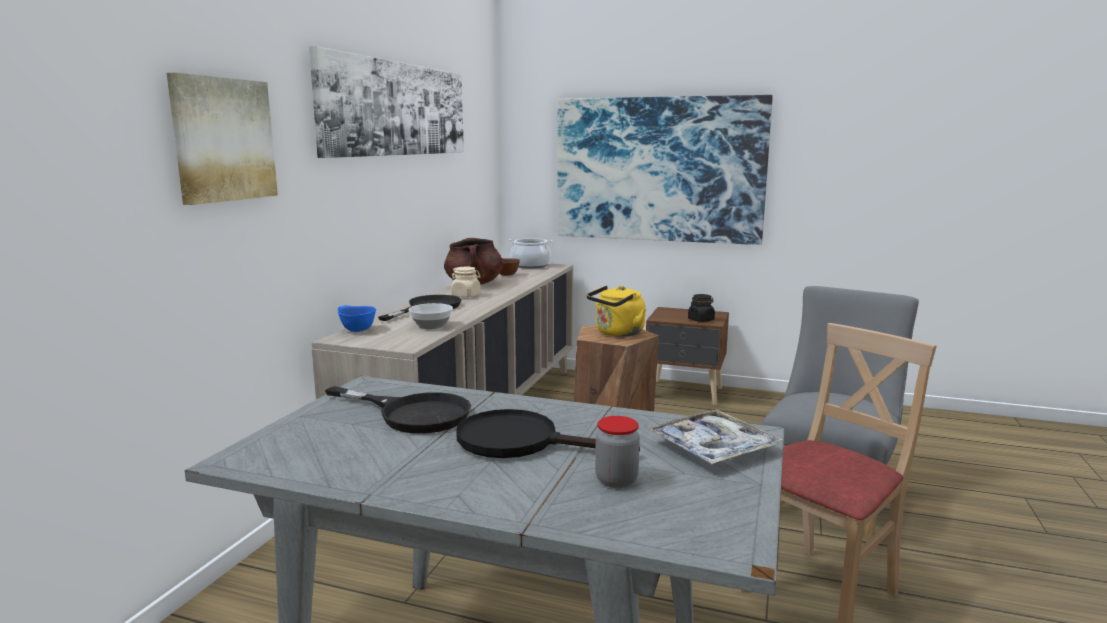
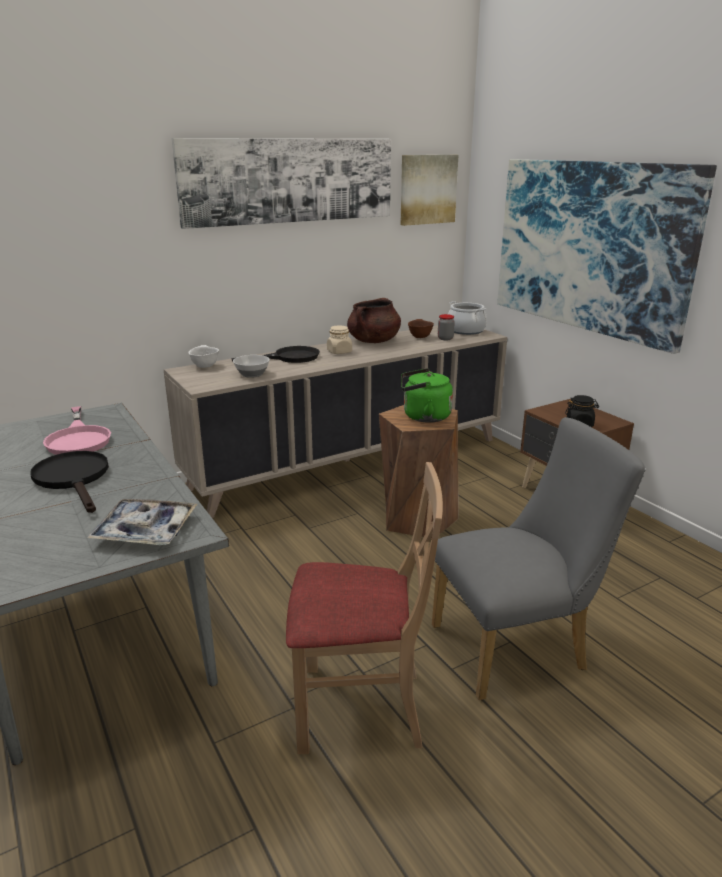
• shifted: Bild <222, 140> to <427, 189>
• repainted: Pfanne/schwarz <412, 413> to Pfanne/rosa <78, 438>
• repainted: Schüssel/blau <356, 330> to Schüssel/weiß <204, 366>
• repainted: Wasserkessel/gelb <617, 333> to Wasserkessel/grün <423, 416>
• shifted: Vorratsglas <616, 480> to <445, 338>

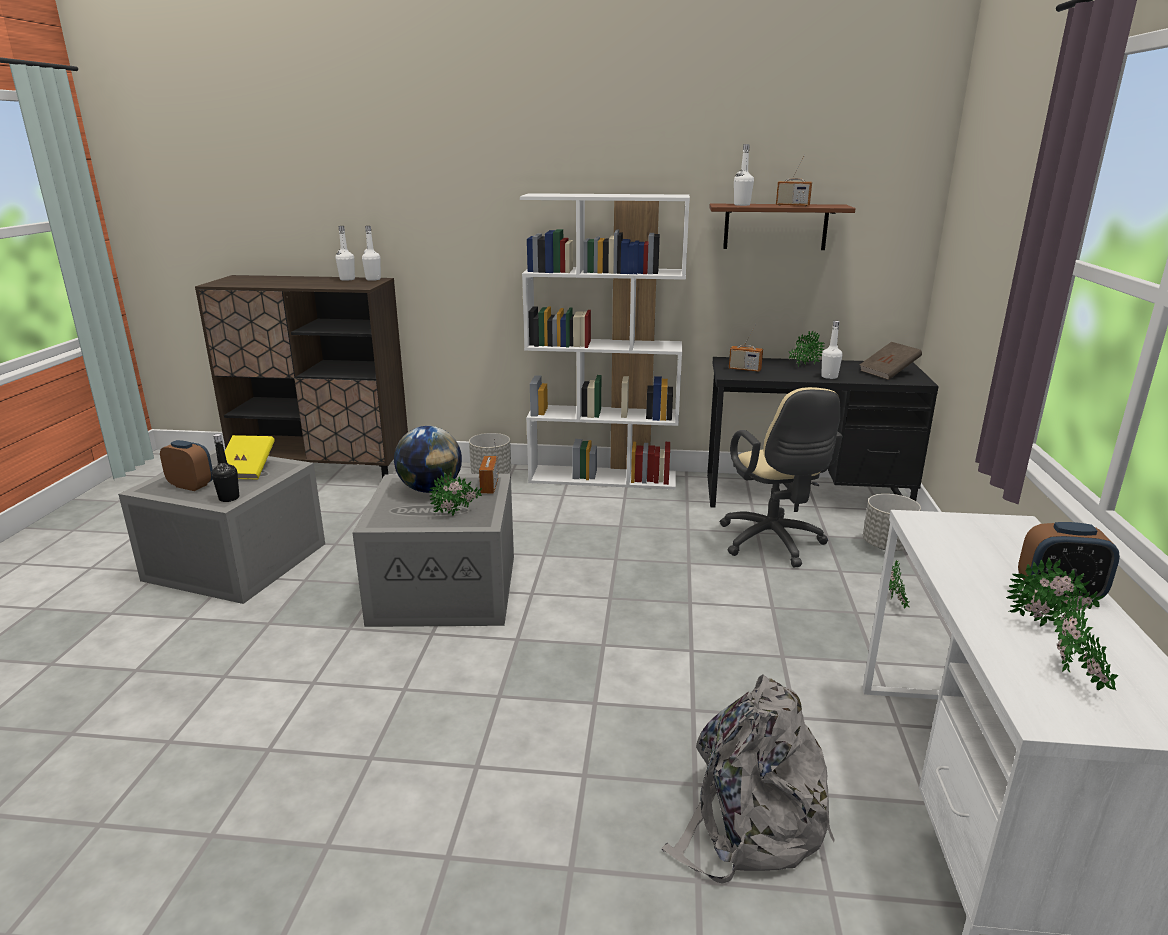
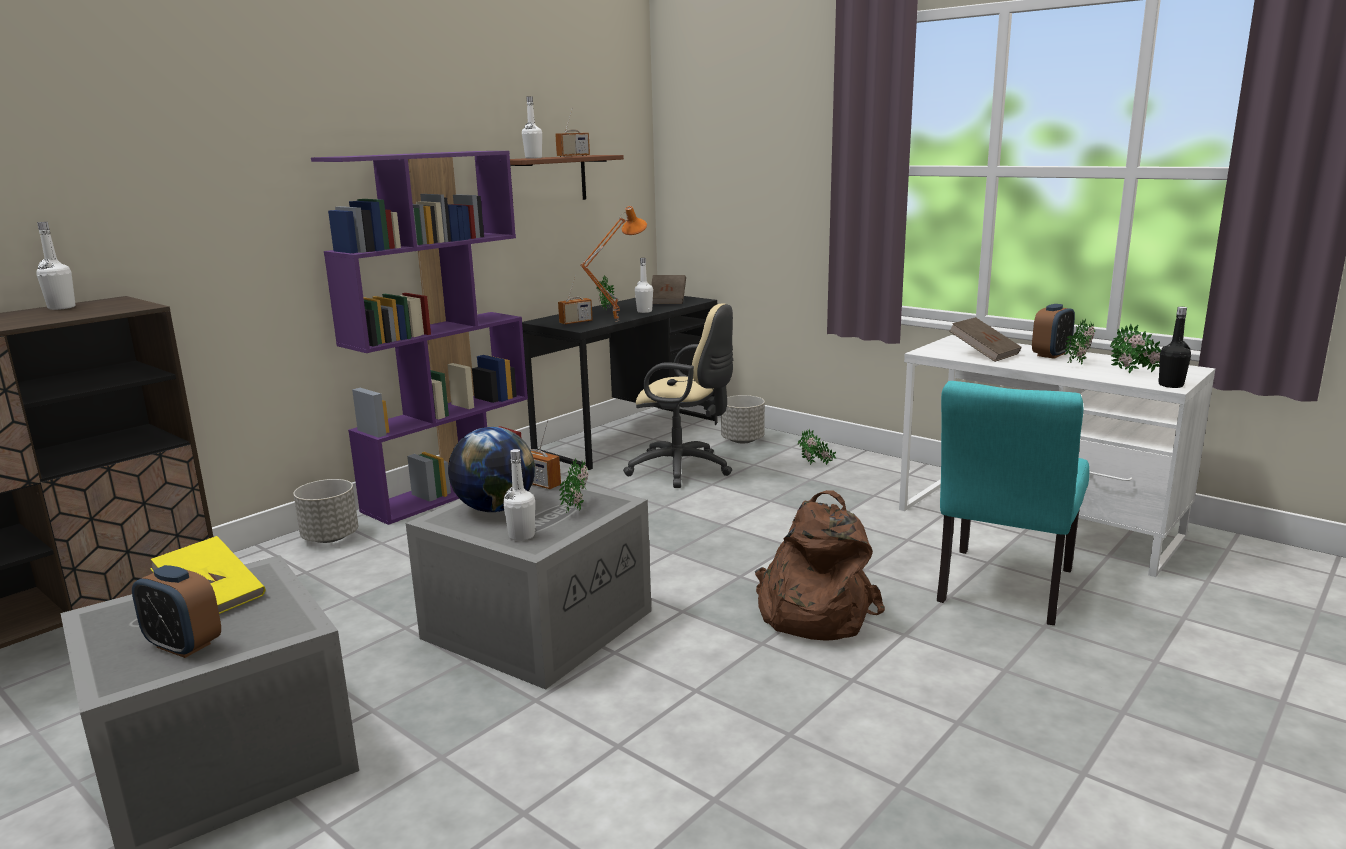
• rotated: Wecker <191, 486> = <183, 645> 120 degrees counterclockwise
• shifted: Flasche/schwarz <229, 498> to <1171, 385>
• shifted: Flasche/weiß <373, 279> to <521, 536>
• repainted: Bücherregal/weiß <603, 477> to Bücherregal/lila <451, 490>
• swapped: Rucksack/grau <749, 822> to Stuhl/türkis <1001, 591>
• new: Tischlampe/orange <615, 321>
• new: Rucksack/braun <812, 613>
• new: Buch/braun <984, 354>

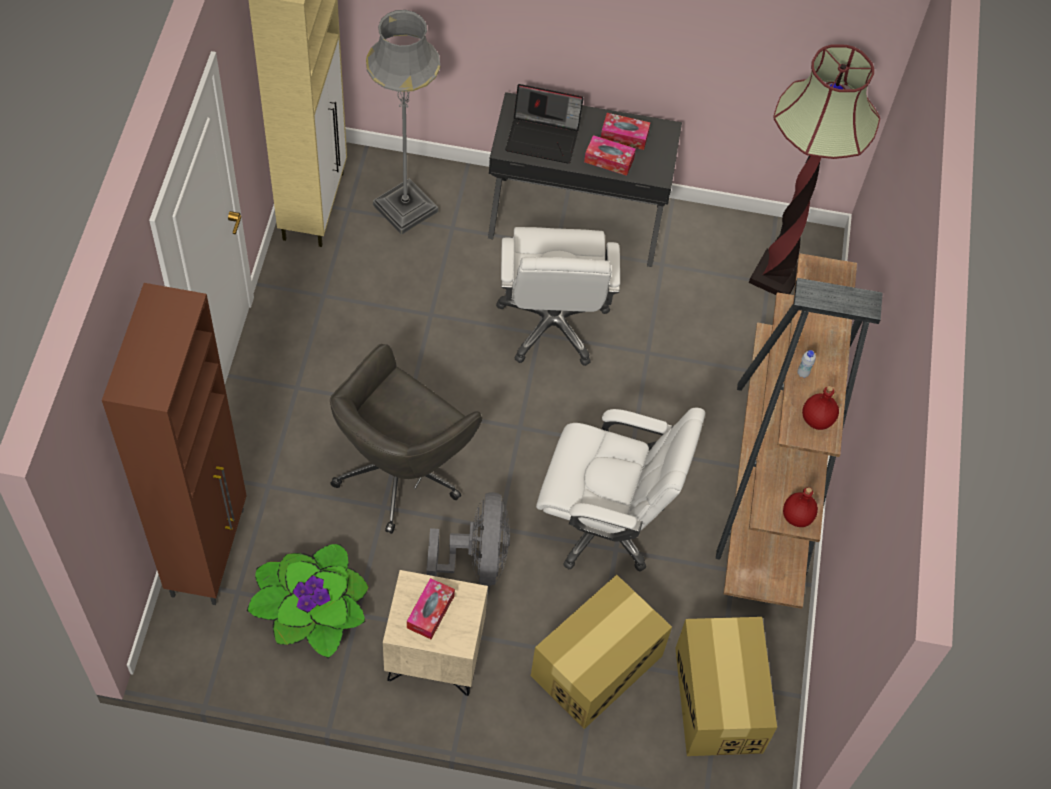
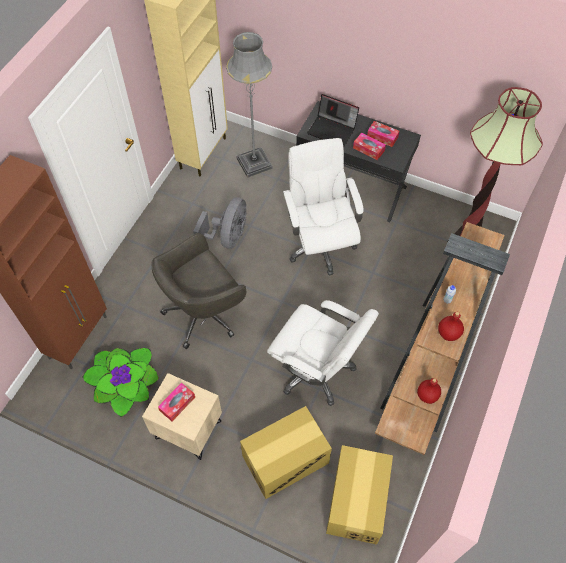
• shifted: Ventilator/grau <476, 561> to <228, 237>
• rotated: Bürostuhl/weiß <553, 324> = <320, 244> 150 degrees clockwise

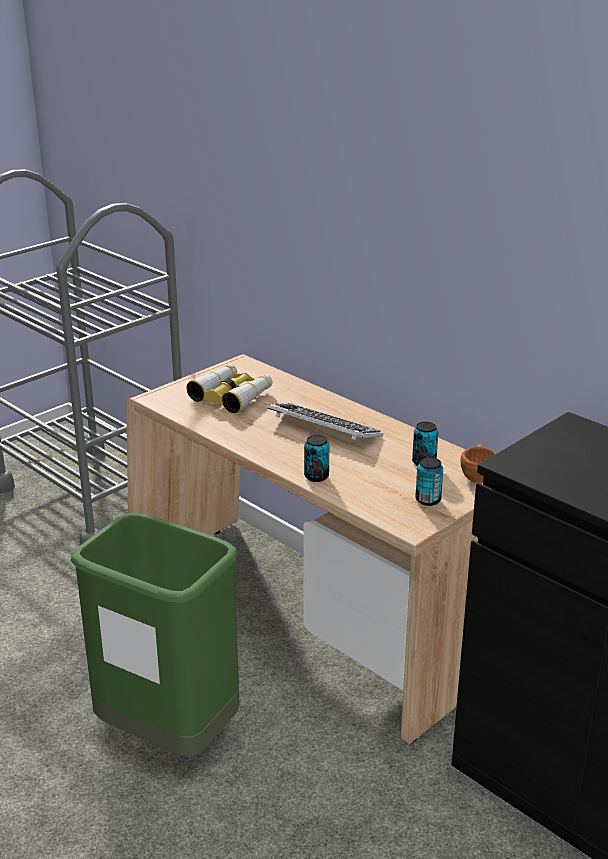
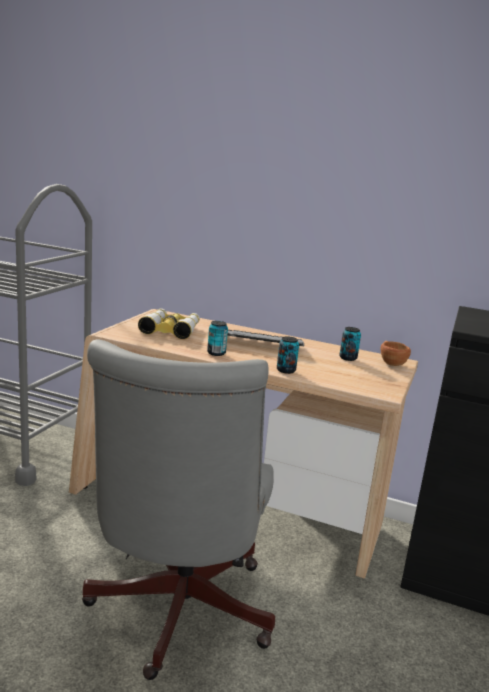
• swapped: Mülleimer/grün <168, 735> to Bürostuhl/grau <176, 614>
• shifted: Dose <428, 500> to <216, 353>

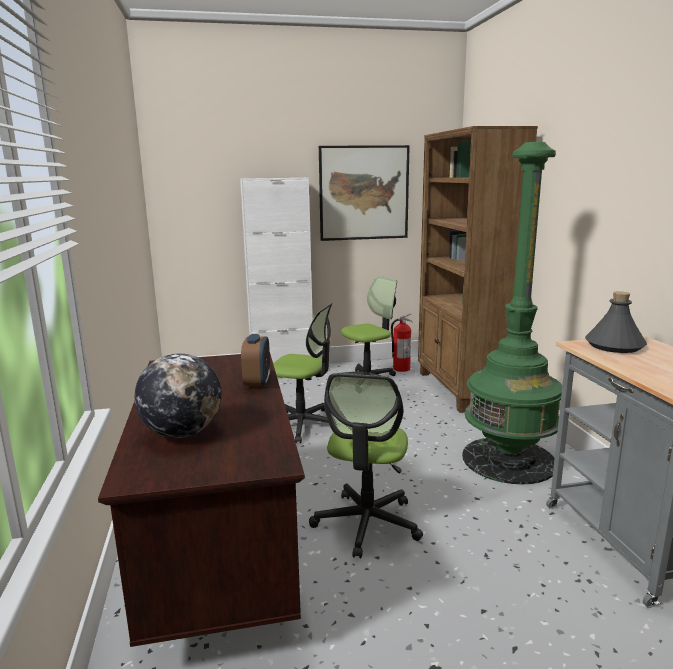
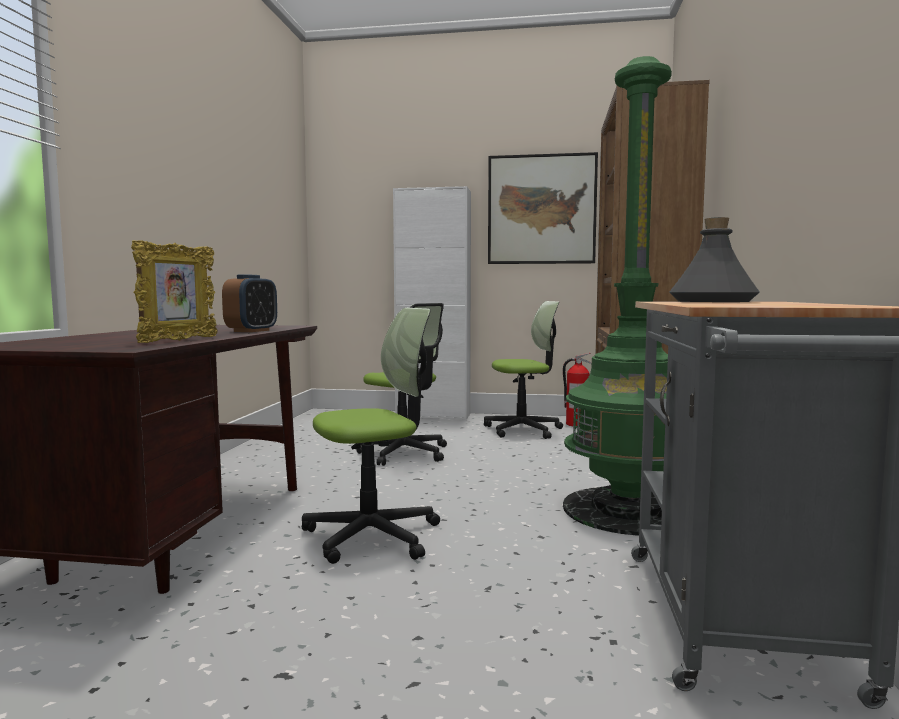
• gone: Globus <182, 433>
• rotated: Bürostuhl <367, 523> = <373, 535> 150 degrees counterclockwise
• new: Bilderrahmen <178, 340>

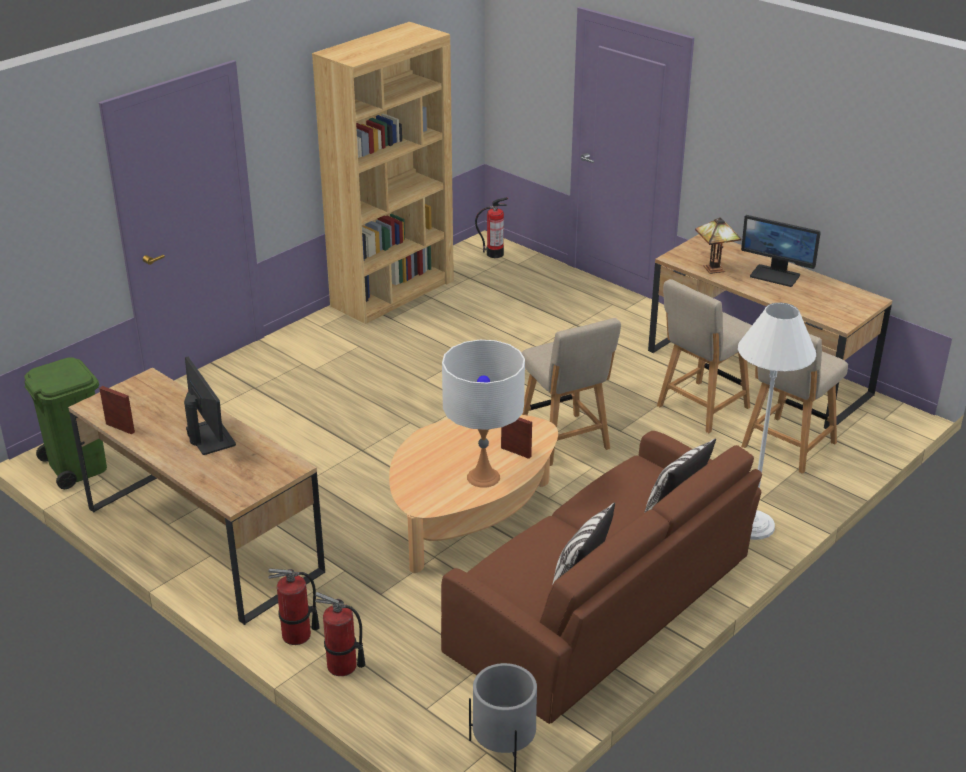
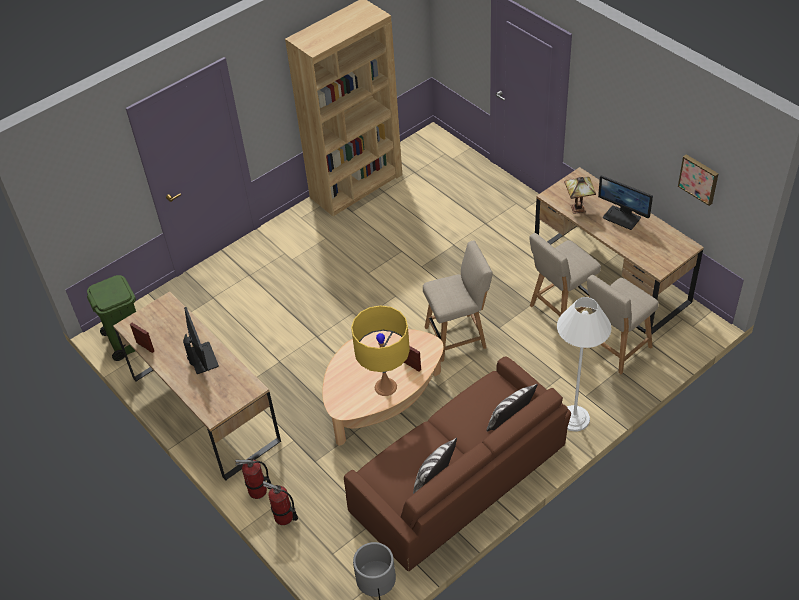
• repainted: Tischlampe/weiß <483, 477> to Tischlampe/gelb <385, 387>
• gone: Feuerlöscher <494, 254>
• rotated: Stuhl/beige <565, 442> = <458, 336> 90 degrees counterclockwise
• new: Bild <699, 179>

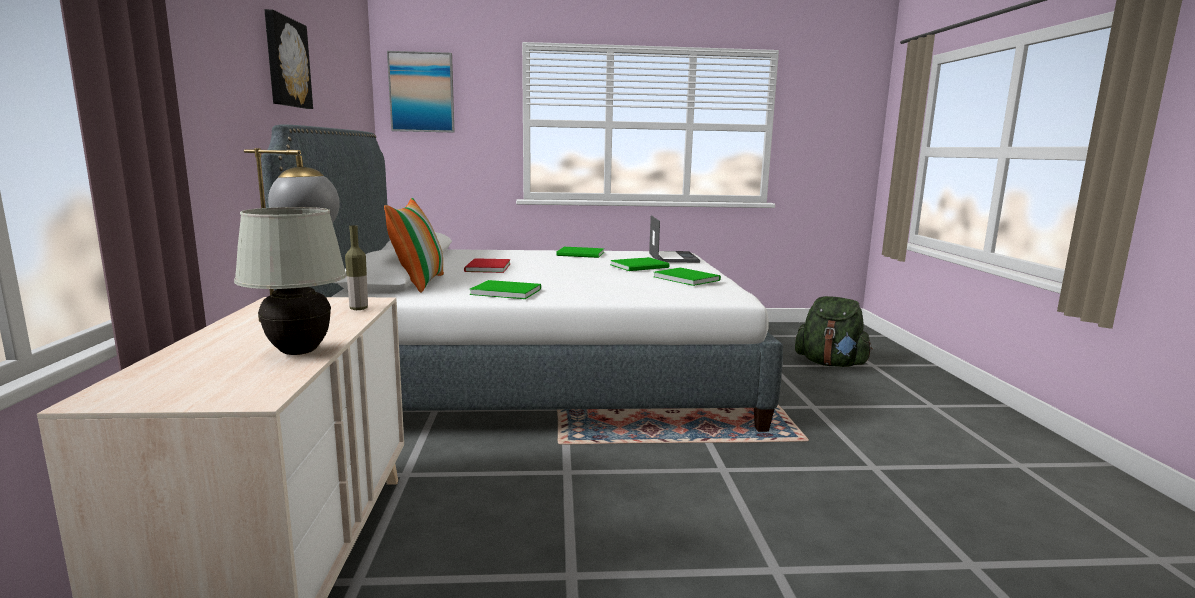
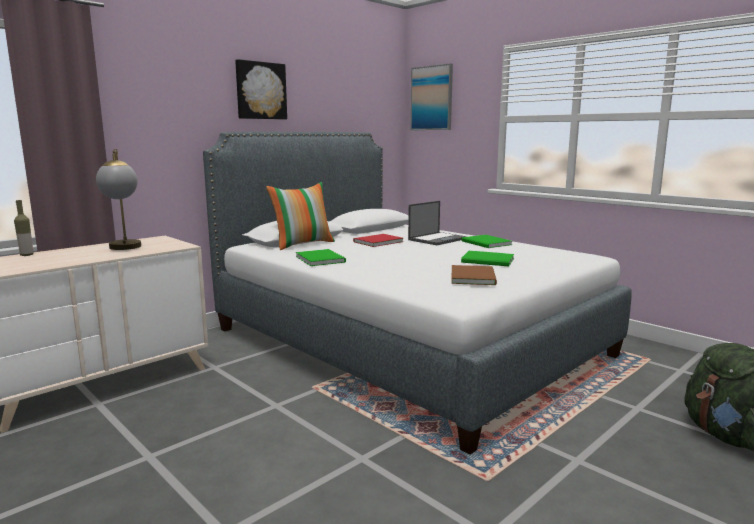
• gone: Tischlampe/weiß <299, 352>
• shifted: Flasche <359, 308> to <26, 255>
• shifted: Laptop <673, 257> to <438, 239>
• repainted: Buch/grün <686, 278> to Buch/braun <474, 277>

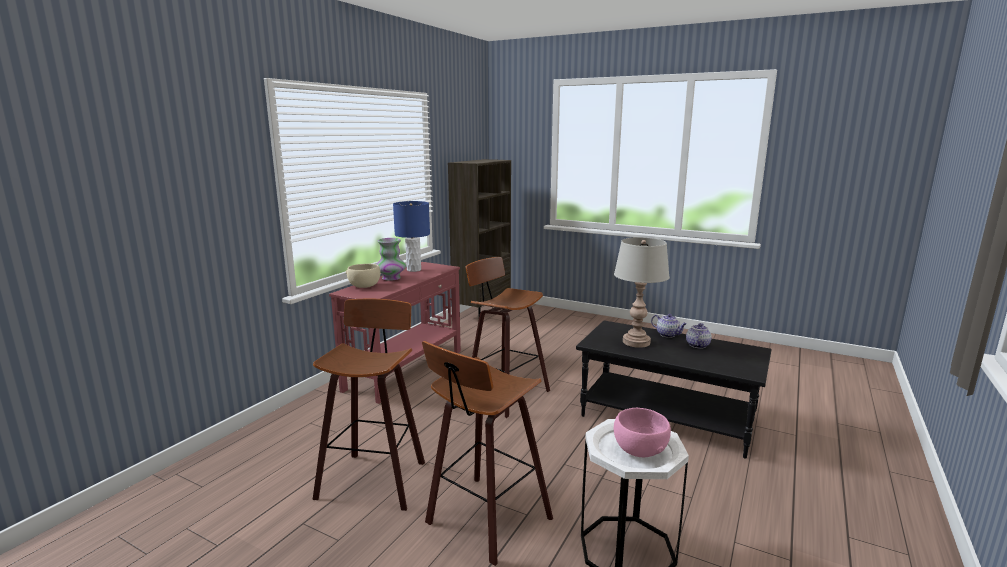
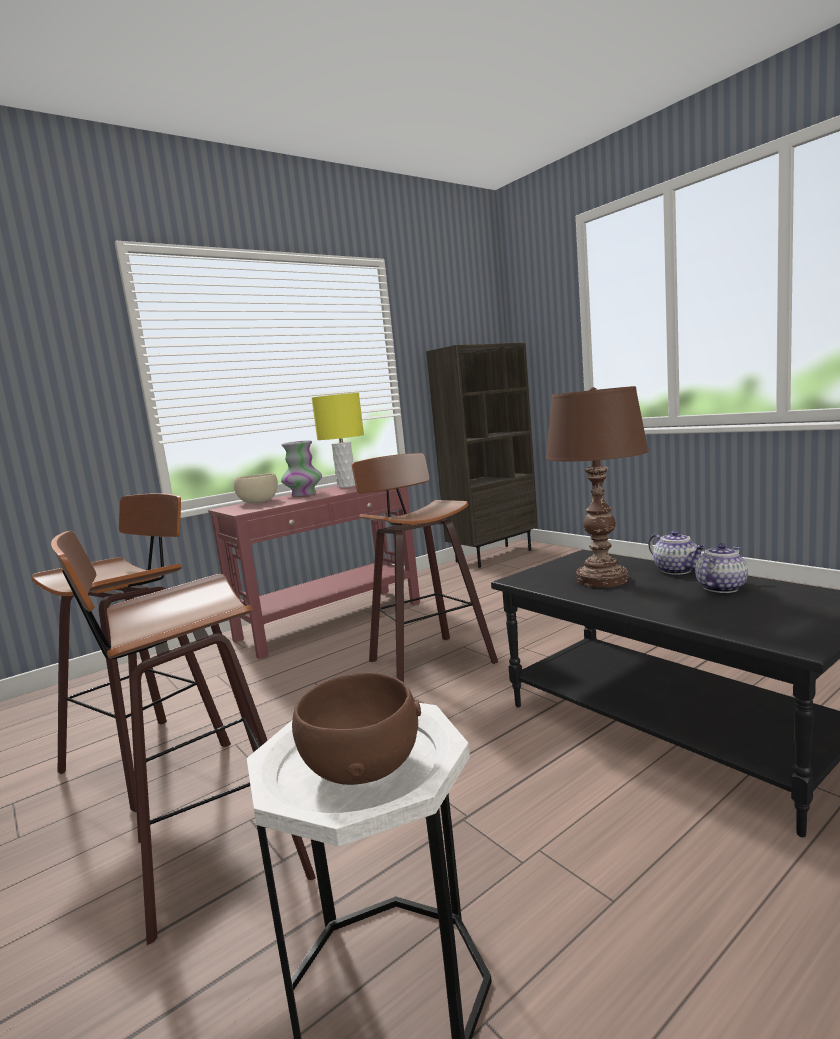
• repainted: Tischlampe/blau <413, 270> to Tischlampe/gelb <346, 486>
• repainted: Tischlampe/grau <636, 342> to Tischlampe/braun <602, 580>
• repainted: Schüssel/rosa <639, 450> to Schüssel/braun <362, 768>

